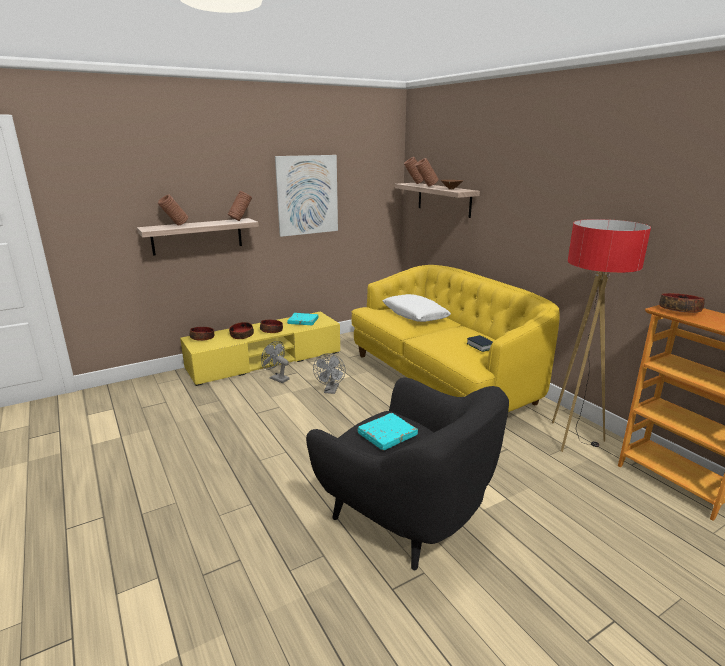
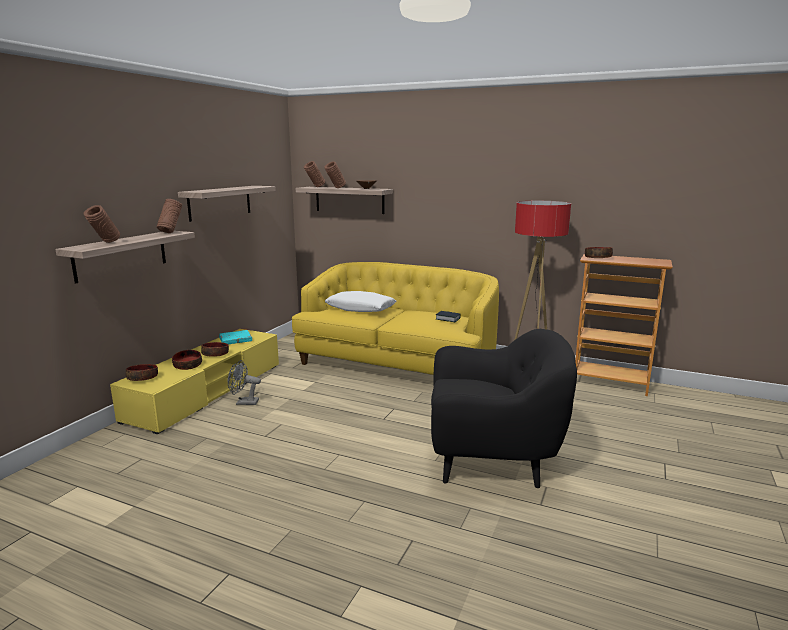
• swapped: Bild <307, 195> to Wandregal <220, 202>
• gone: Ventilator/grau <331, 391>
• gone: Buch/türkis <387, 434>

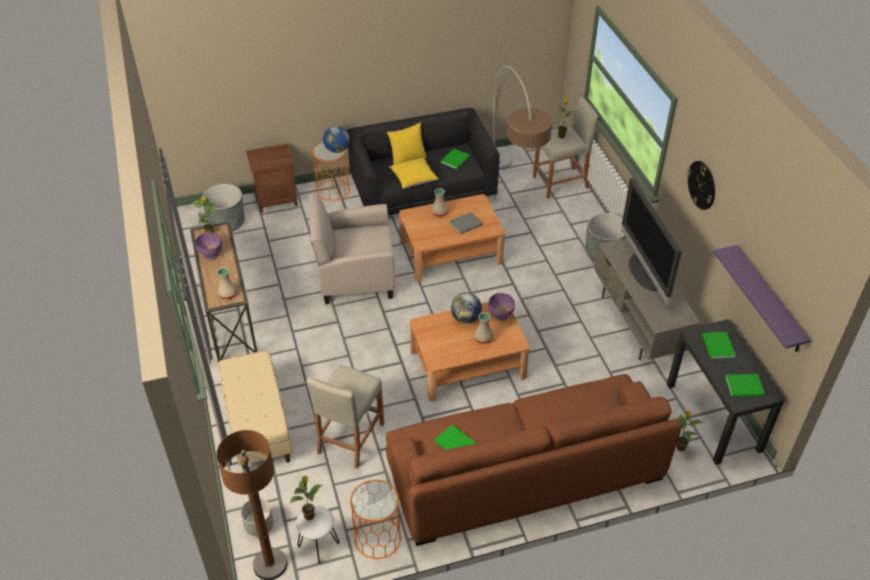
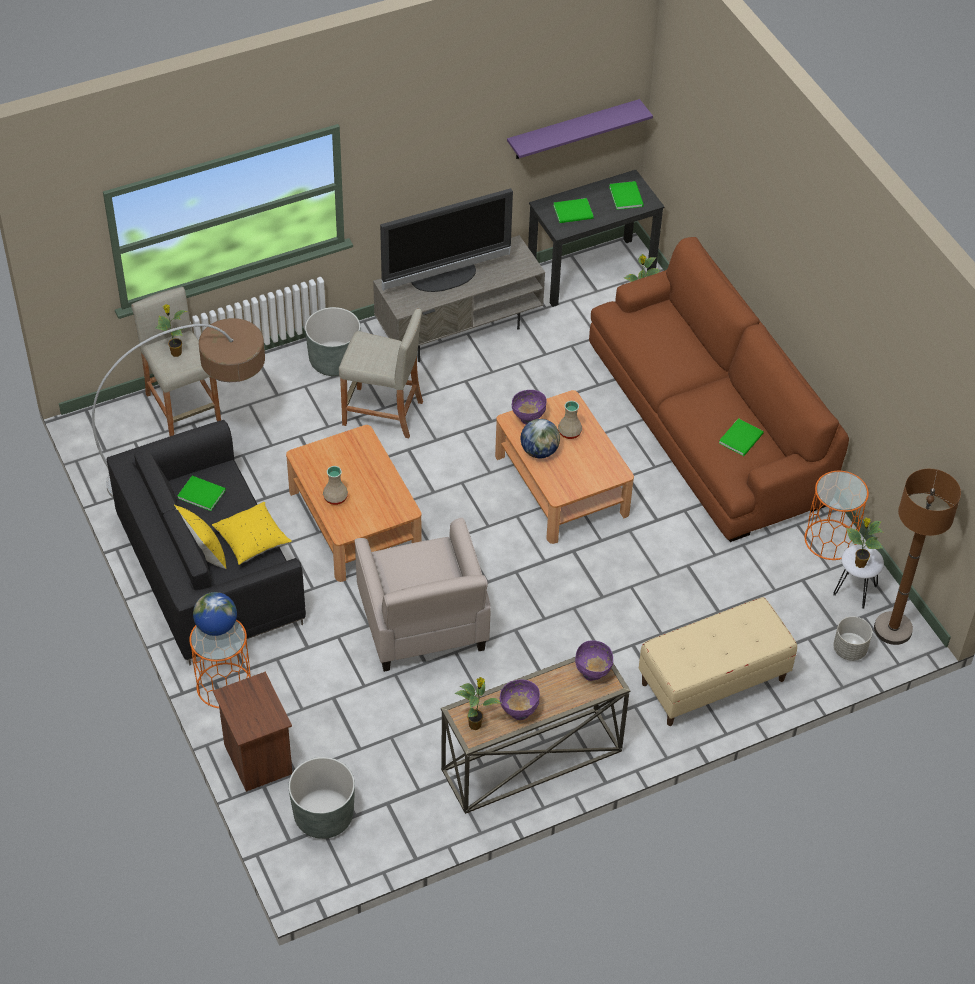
• swapped: Vase/beige <227, 294> to Schüssel/lila <592, 673>
• shifted: Hocker/beige <350, 438> to <382, 413>
• gone: Buch/grau <466, 224>
• gone: Wanduhr <702, 185>

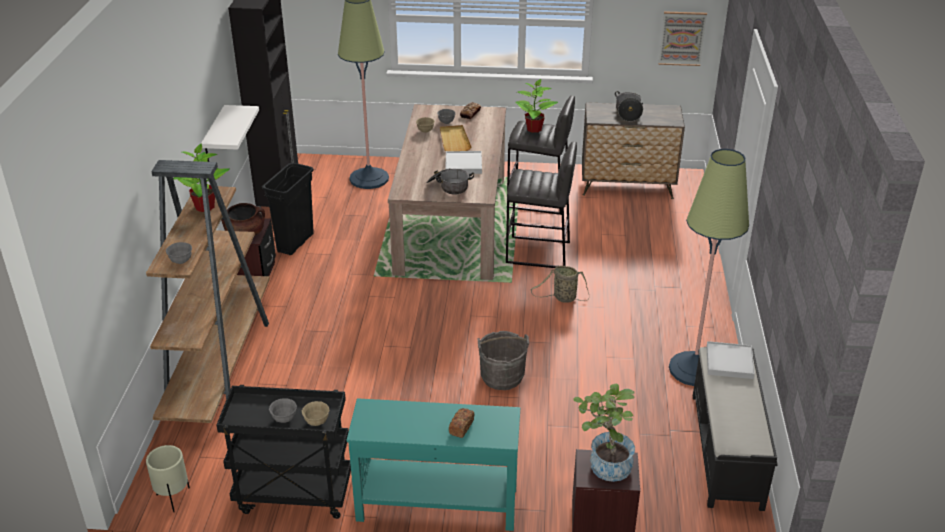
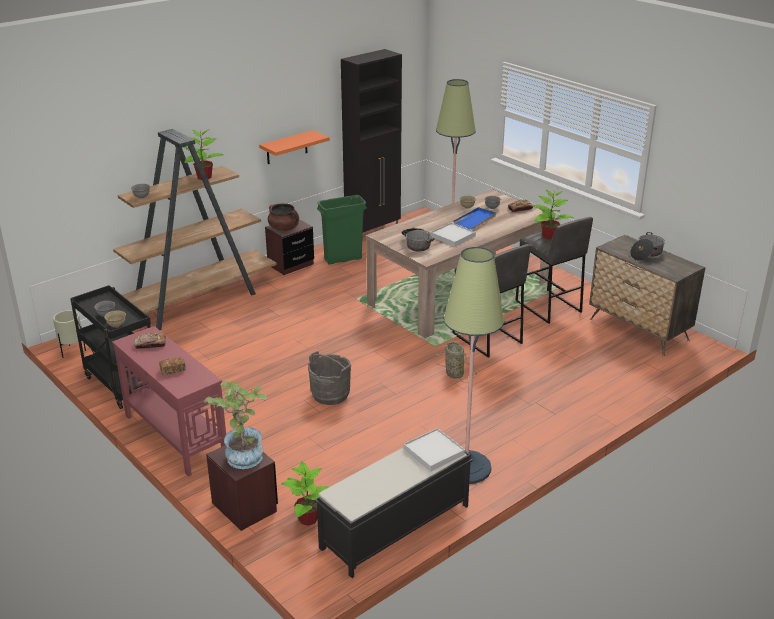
• repainted: Wandregal/weiß <214, 136> to Wandregal/orange <287, 147>
• repainted: Mülleimer/schwarz <295, 243> to Mülleimer/grün <342, 259>
• repainted: Konsolentisch/türkis <436, 504> to Konsolentisch/rot <175, 435>
• repainted: Tablett/beige <454, 140> to Tablett/blau <475, 220>
• gone: Bild <682, 38>
• new: Brot <150, 344>
• new: Topfpflanze <308, 519>

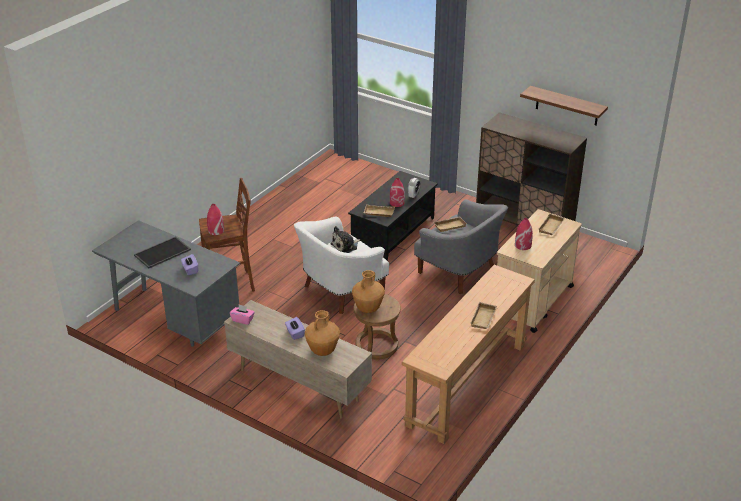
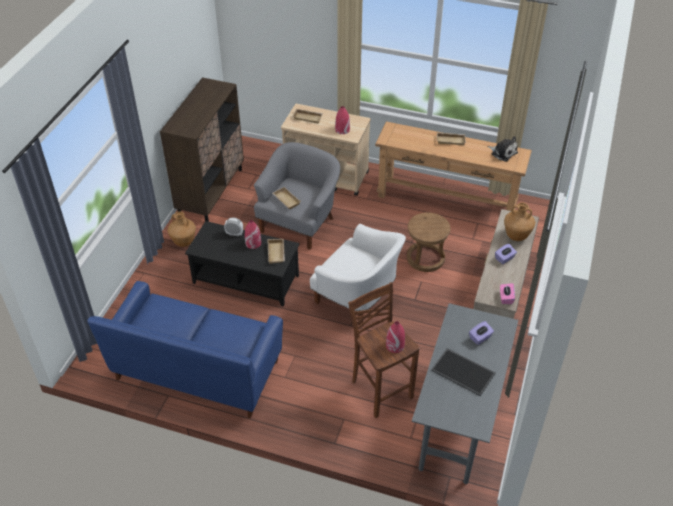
• shifted: Plüschtier <345, 246> to <503, 152>
• shifted: Vase/braun <368, 309> to <183, 242>
• gone: Wandregal <567, 106>
• new: Sofa/blau <197, 370>

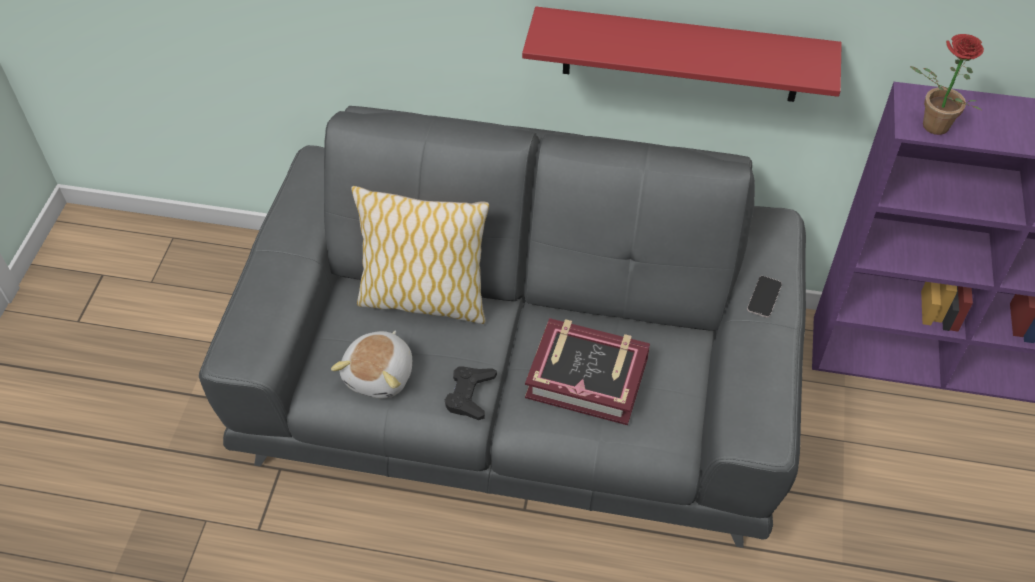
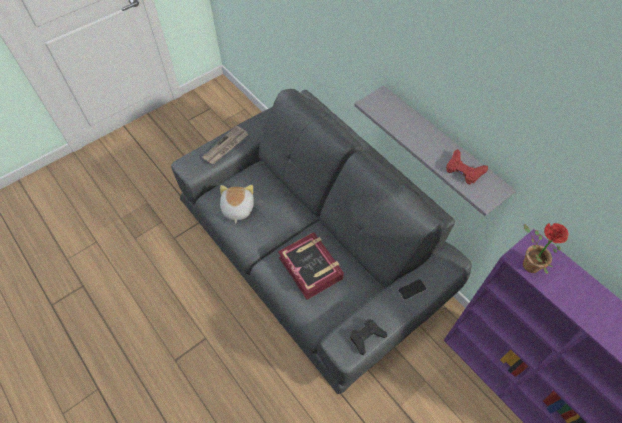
• rotated: Plüschtier <381, 375> = <237, 209> 120 degrees clockwise
• gone: Kissen <424, 299>
• shifted: Gamepad/schwarz <470, 395> to <366, 337>
• repainted: Wandregal/rot <681, 55> to Wandregal/grau <439, 149>
• new: Zeitung <226, 147>
• new: Gamepad/rot <464, 170>

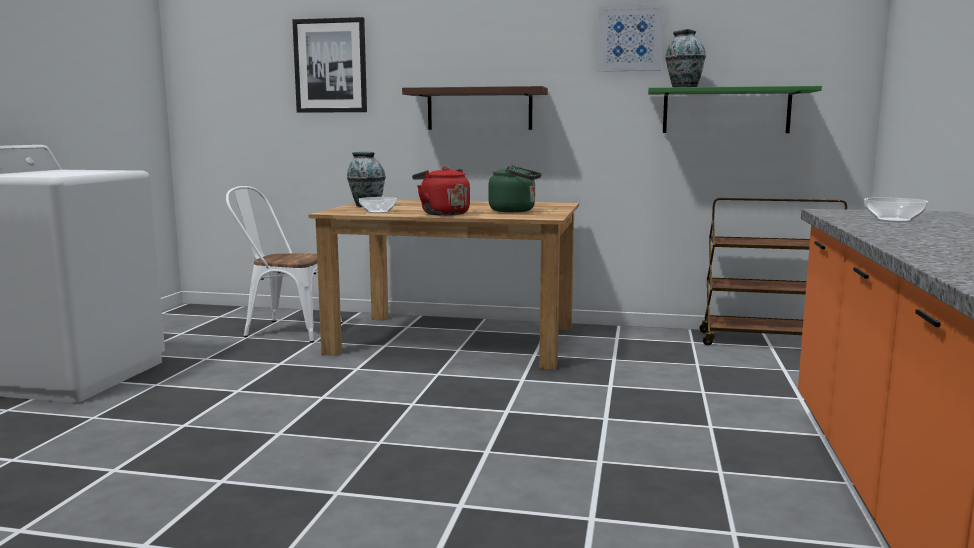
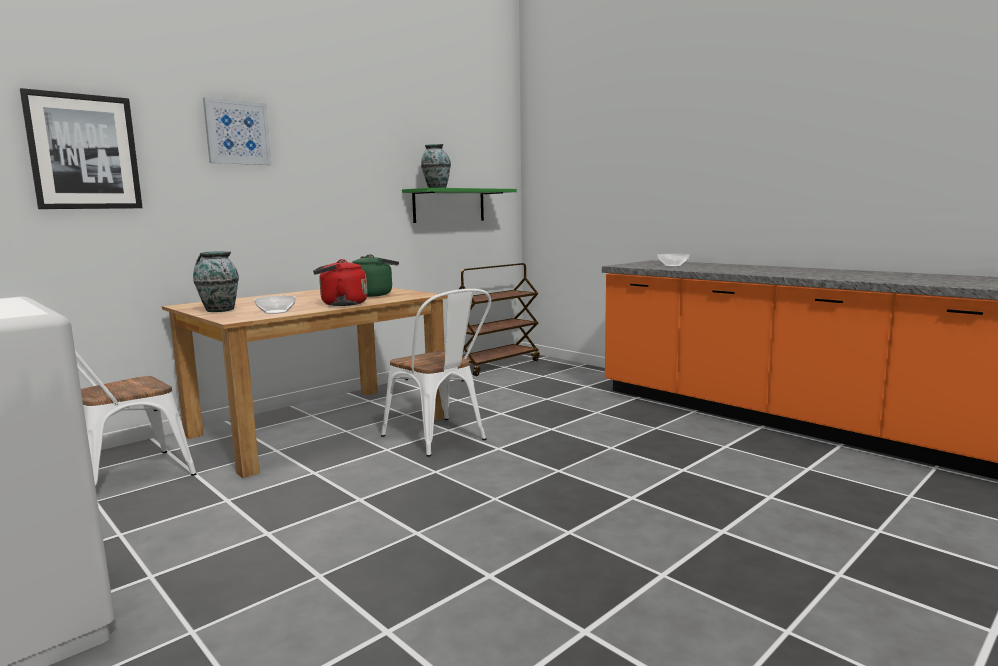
• gone: Wandregal <479, 109>
• shifted: Bild <630, 38> to <237, 132>
• new: Stuhl/weiß <440, 439>

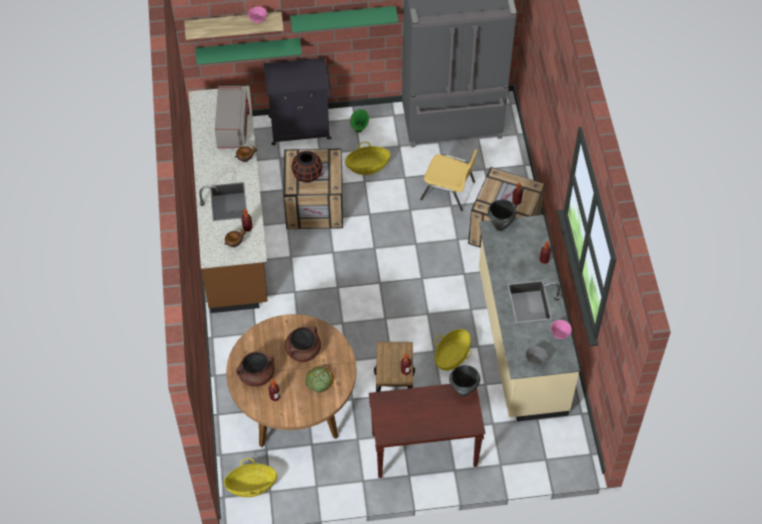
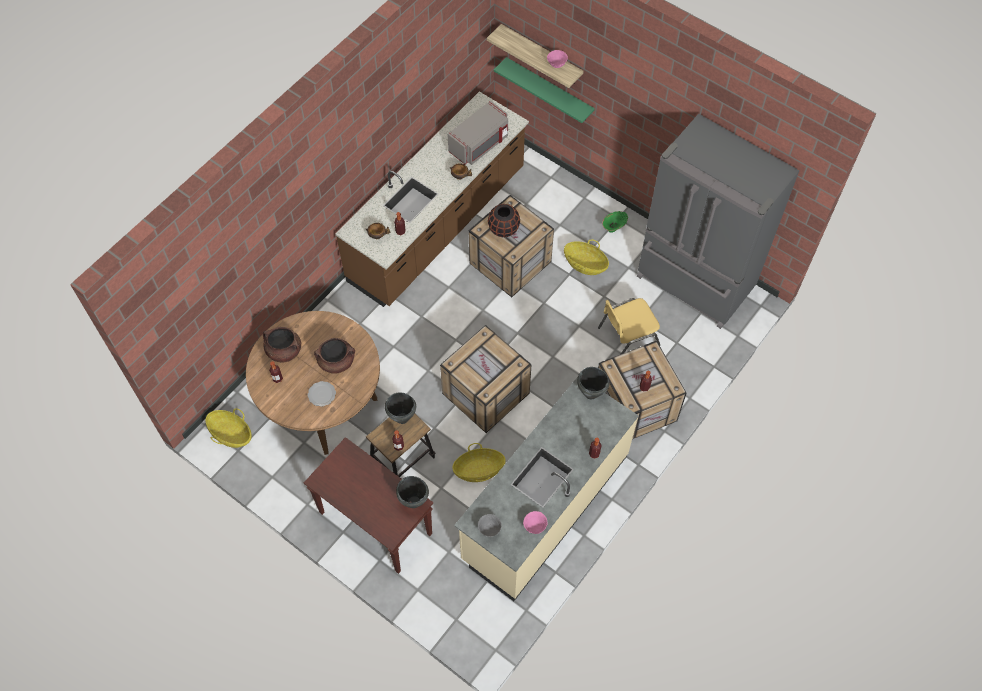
• gone: Schrank/schwarz <301, 128>
• gone: Wandregal/grün <343, 18>
• swapped: Brot <319, 380> to Teller <321, 394>
• rotated: Stuhl/gelb <448, 190> = <627, 336> 90 degrees clockwise
• new: Kochtopf/schwarz <402, 418>
• new: Kiste <485, 392>

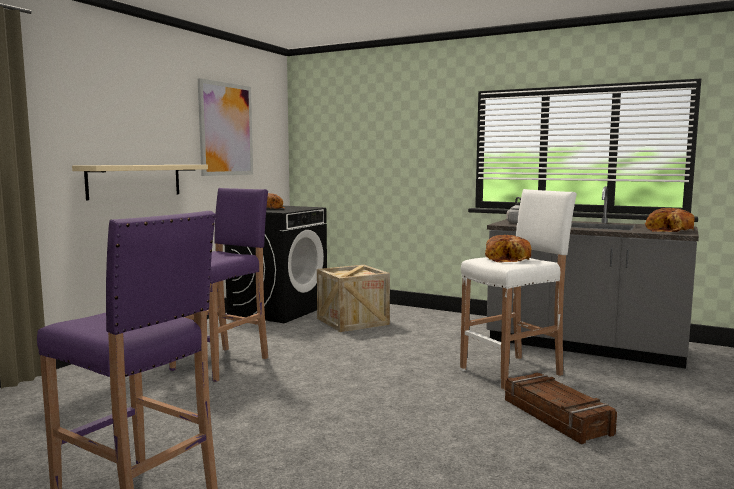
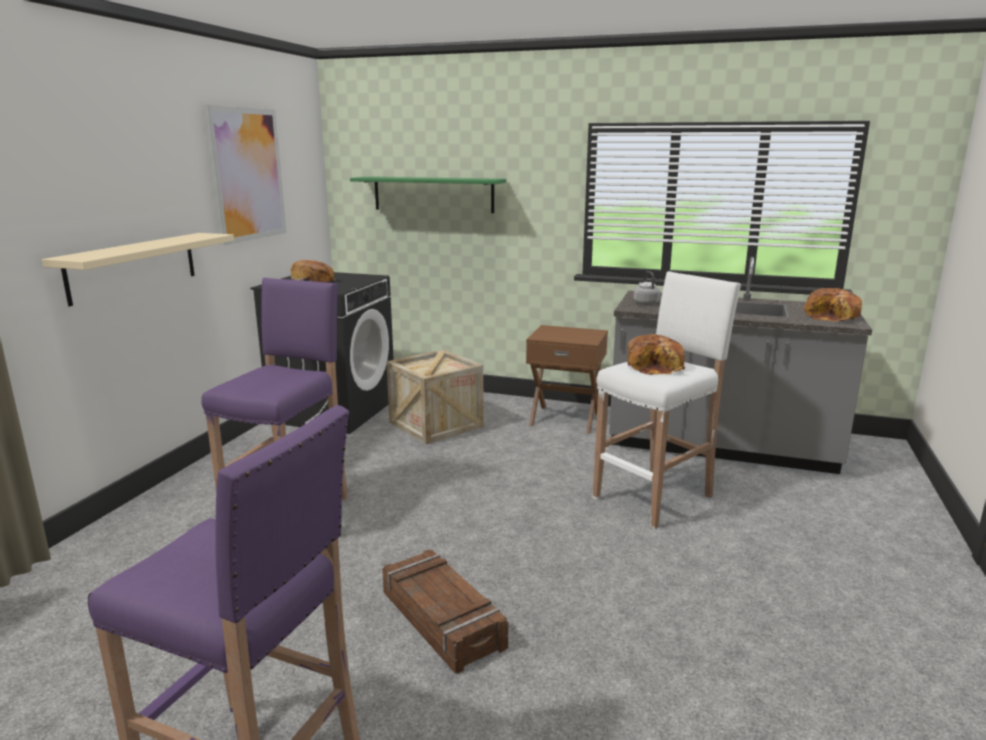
• shifted: Kiste <557, 416> to <443, 619>
• new: Wandregal/grün <433, 194>
• new: Nachttisch/braun <565, 419>

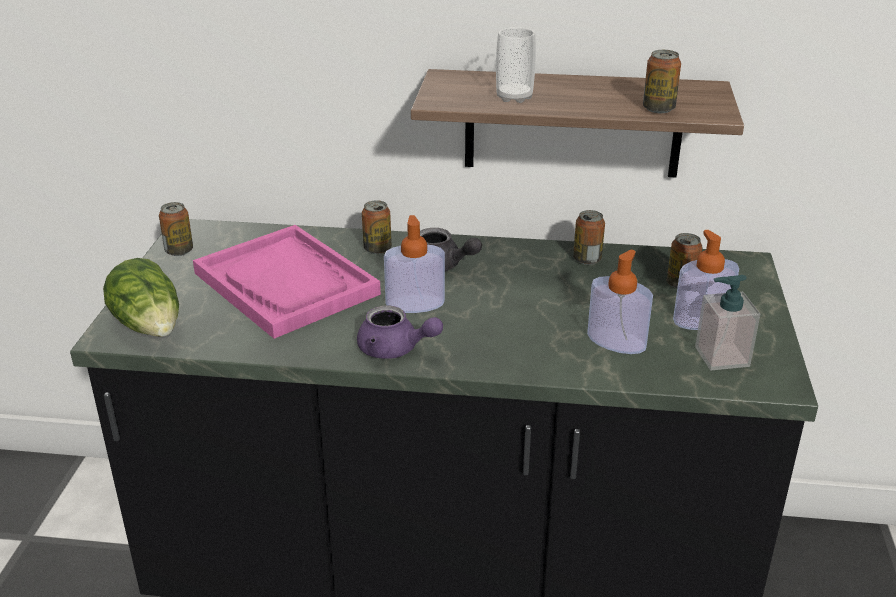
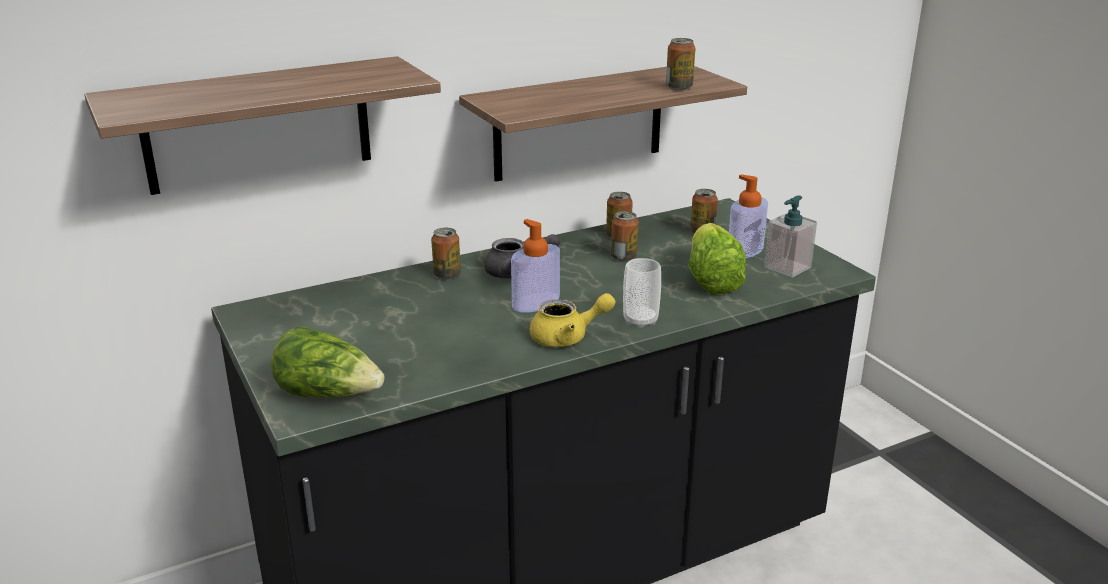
• shifted: Dose <179, 251> to <623, 257>
• gone: Tablett/rosa <286, 284>
• repainted: Teekanne/lila <395, 350> to Teekanne/gelb <567, 337>
• shifted: Tasse <514, 97> to <640, 321>
• swapped: Seifenspender <616, 341> to Salatkopf <711, 280>
• new: Wandregal <258, 125>

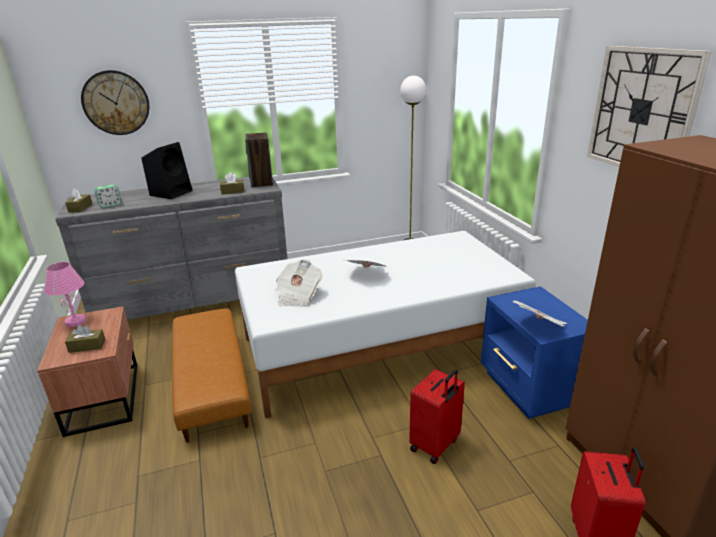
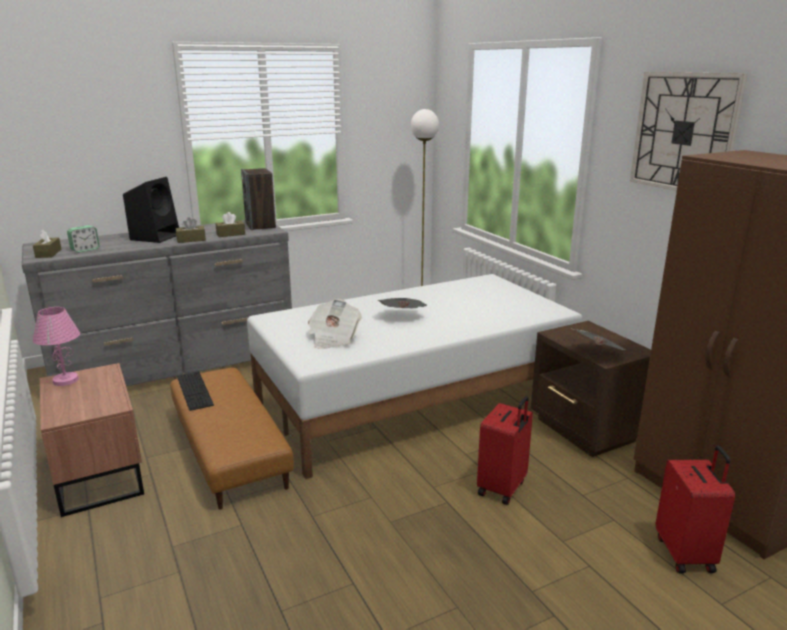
• shifted: Taschentuchbox/braun <87, 346> to <191, 240>
• gone: Wanduhr <116, 103>
• repainted: Nachttisch/blau <528, 389> to Nachttisch/braun <585, 431>
• new: Tastatur <194, 390>

